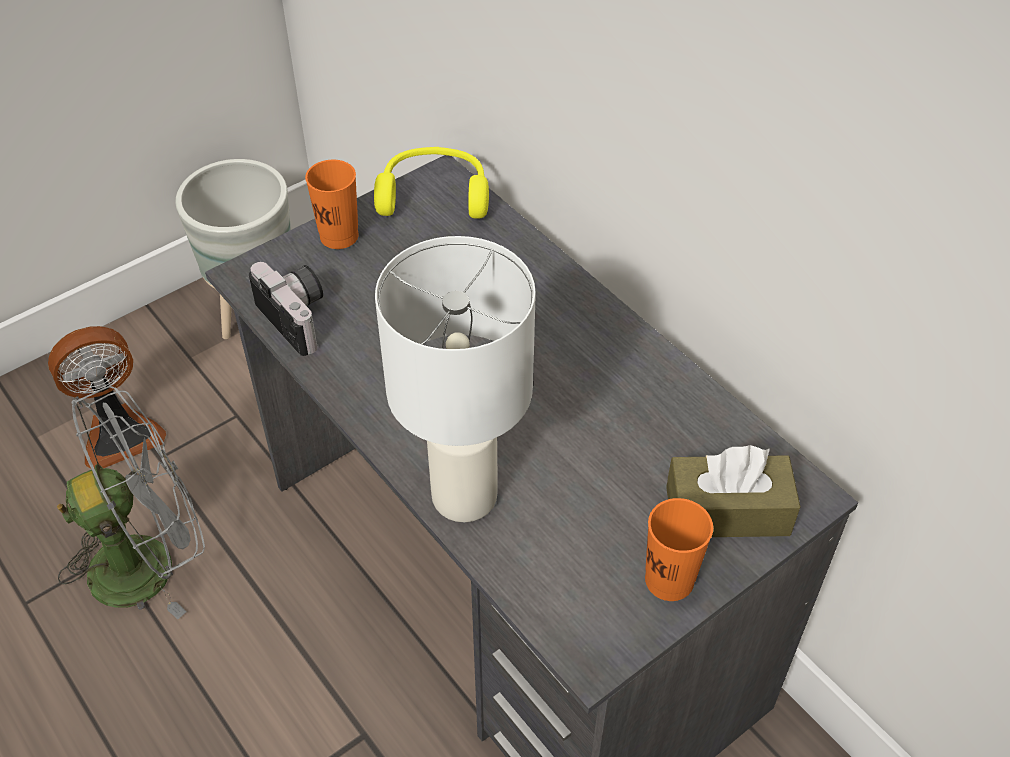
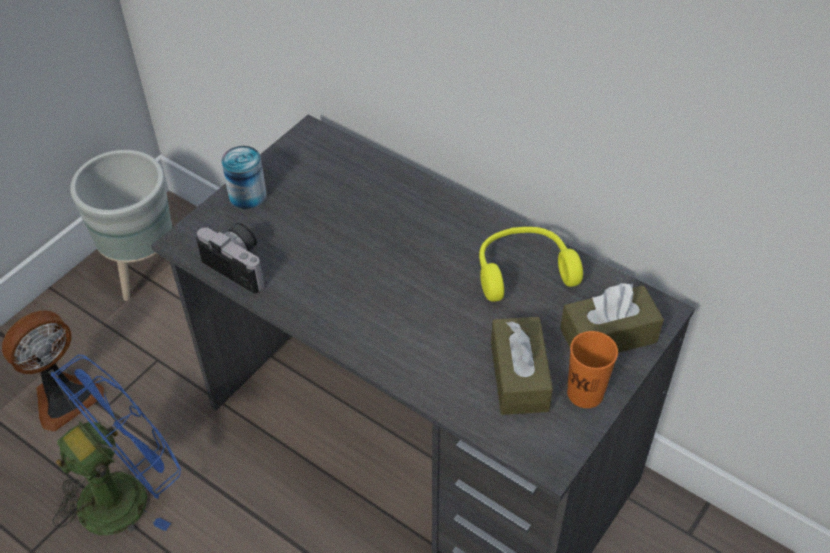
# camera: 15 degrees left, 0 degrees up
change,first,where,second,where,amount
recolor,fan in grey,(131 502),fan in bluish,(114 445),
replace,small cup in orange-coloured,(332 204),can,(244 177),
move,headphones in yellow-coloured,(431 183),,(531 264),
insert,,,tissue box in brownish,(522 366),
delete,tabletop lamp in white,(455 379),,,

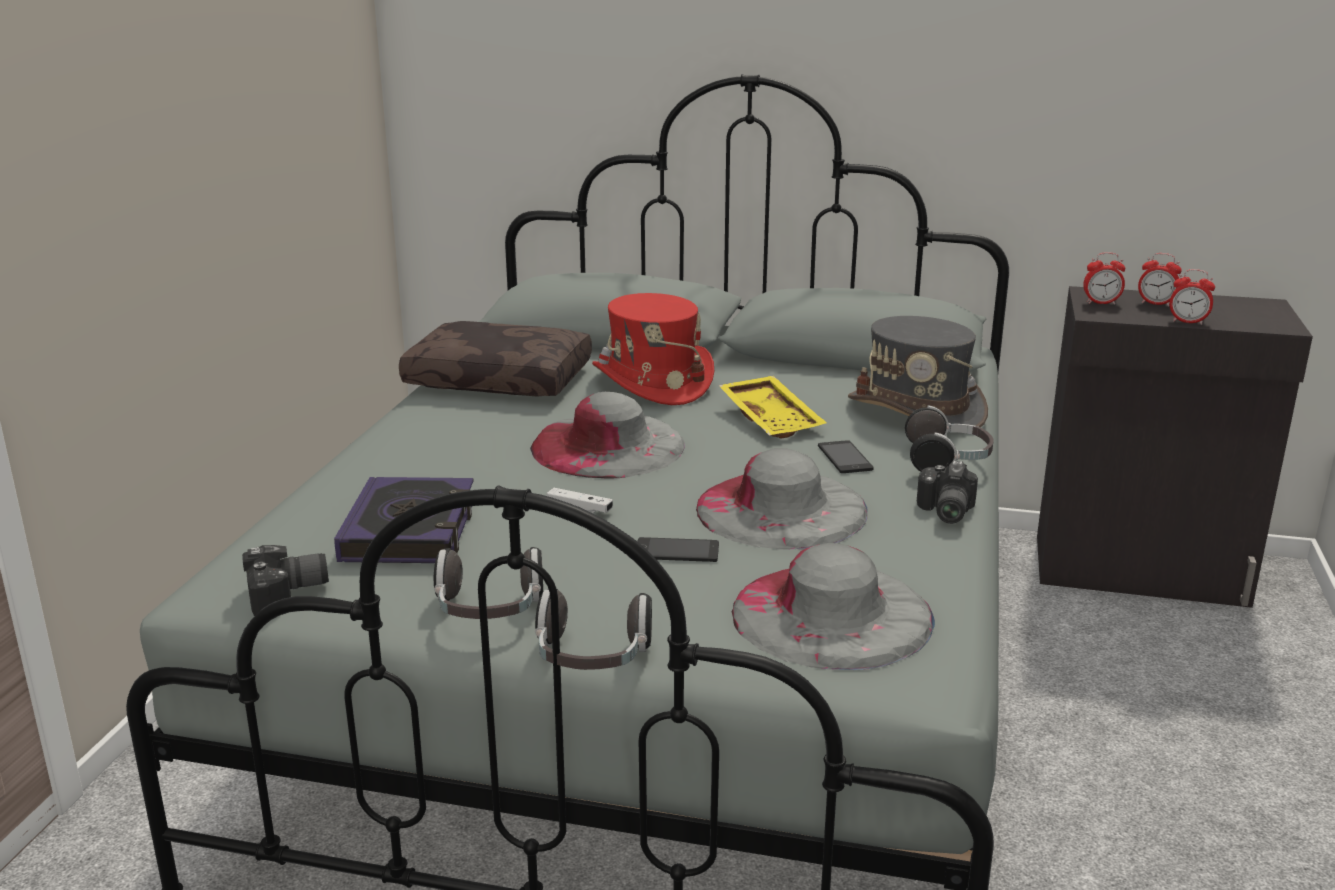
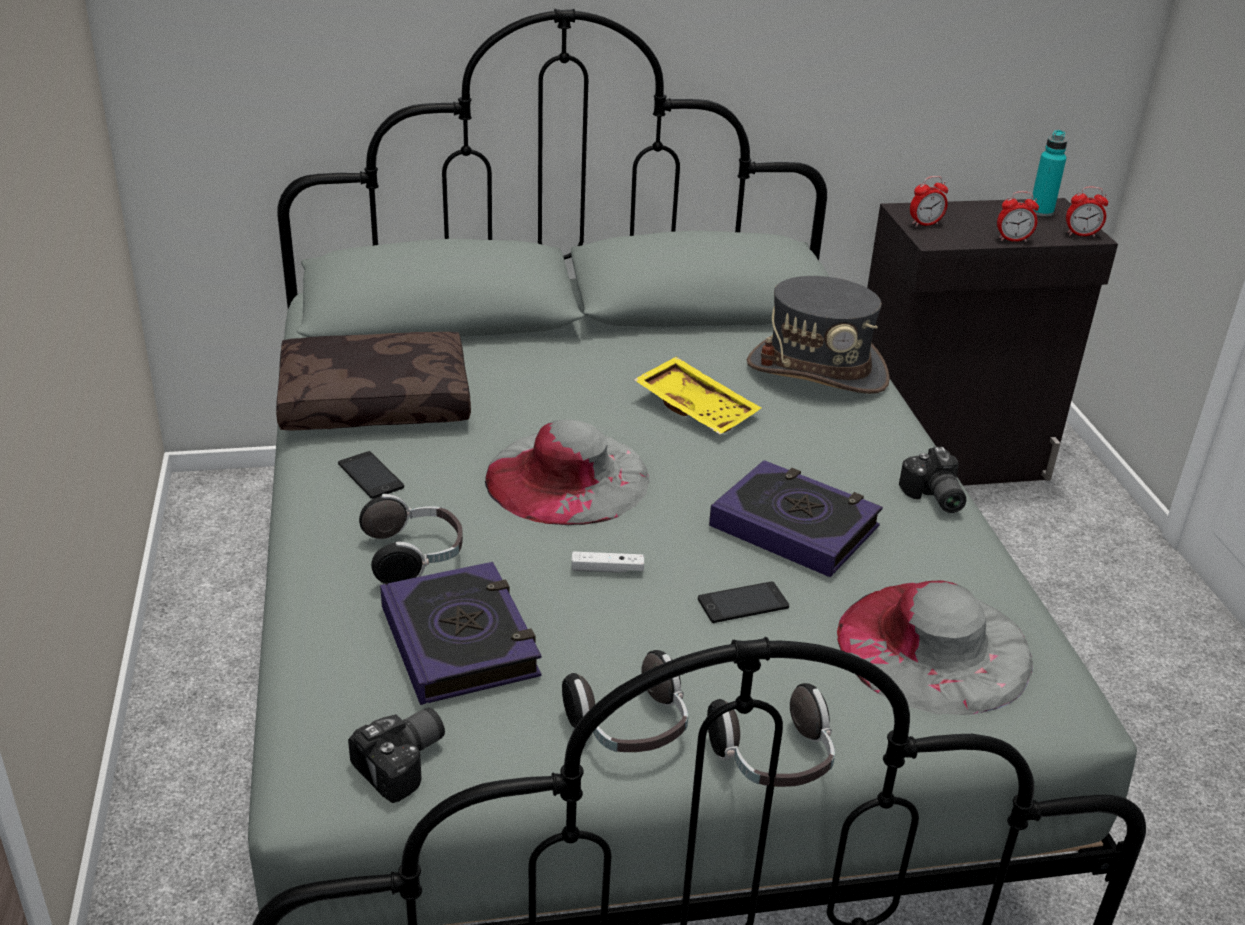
# camera: 25 degrees left, 10 degrees up
change,first,where,second,where,amount
move,telephone,(846 456),,(371 475),
move,headphones,(949 438),,(411 539),
replace,clothing hat in grey,(782 498),volume,(796 518),
insert,,,bottle in blue-green,(1049 173),
move,table clock,(1160 280),,(1087 212),
delete,clothing hat in red,(653 349),,,

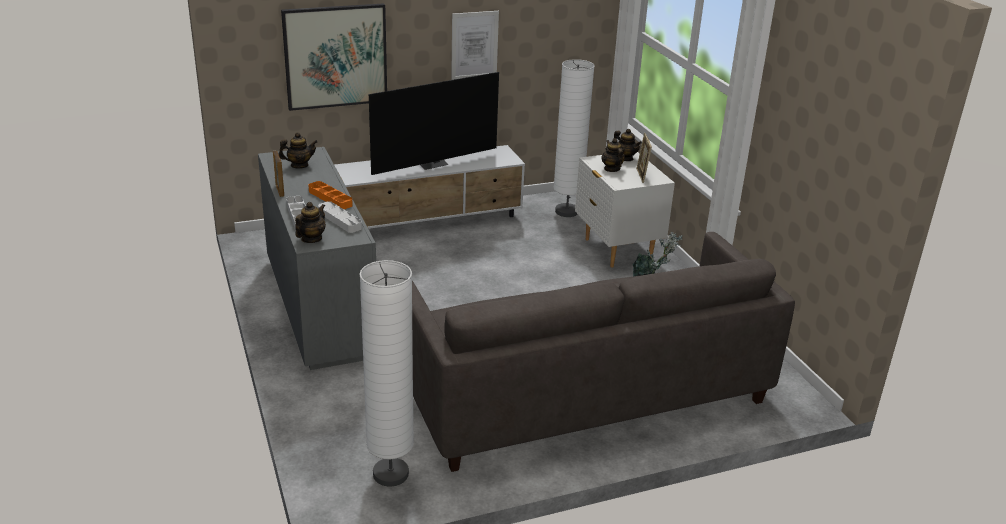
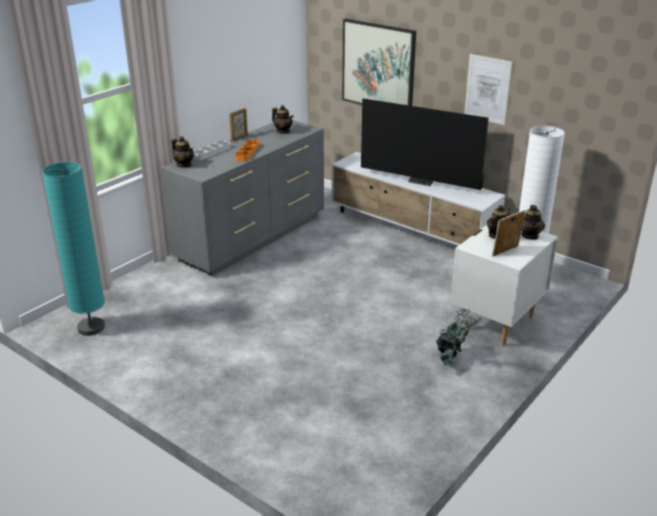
# camera: 60 degrees right, 0 degrees up
change,first,where,second,where,amount
recolor,floor lamp in white,(386 373),floor lamp in blue-green,(73 249),
rotate,pot for tea,(310 222),,(182 152),45 degrees clockwise
delete,carrying tray in grey,(340 217),,,
delete,couch in grey,(603 352),,,

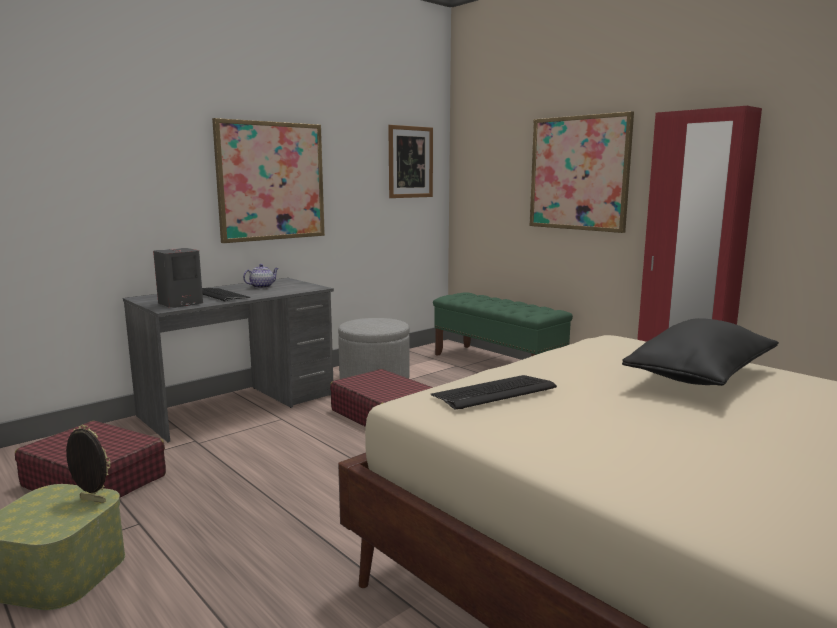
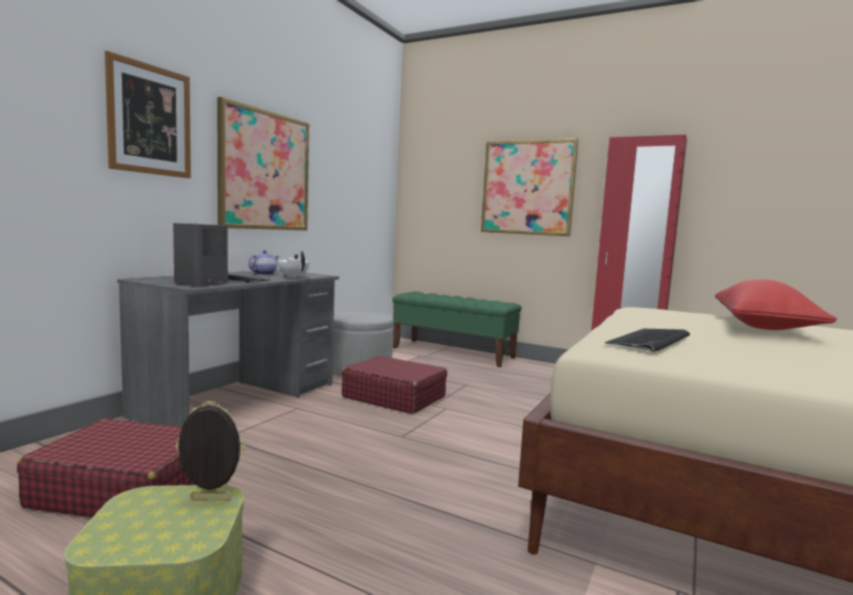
# camera: 20 degrees left, 5 degrees down
change,first,where,second,where,amount
move,picture,(410 161),,(148 114),
insert,,,pot for tea in white,(293 265),
recolor,cushion in blackish,(700 352),cushion in red,(776 305),

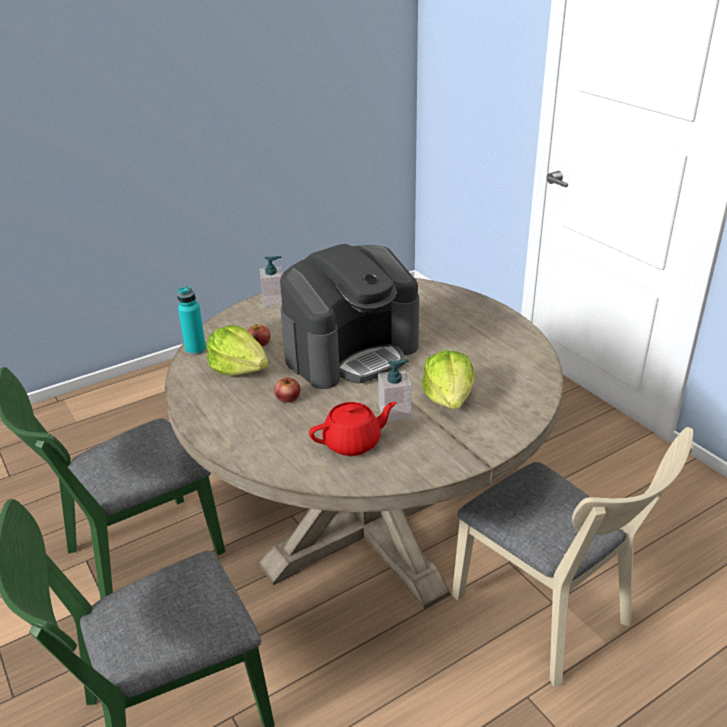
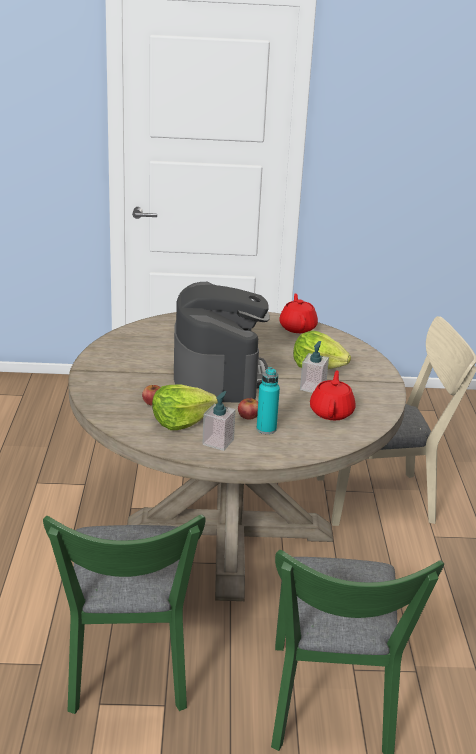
# camera: 60 degrees left, 5 degrees down
change,first,where,second,where,amount
move,liquid soap bottle,(271 281),,(219 421),
move,bottle in blue-green,(191 320),,(268 400),
insert,,,pot for tea in red,(299 313),

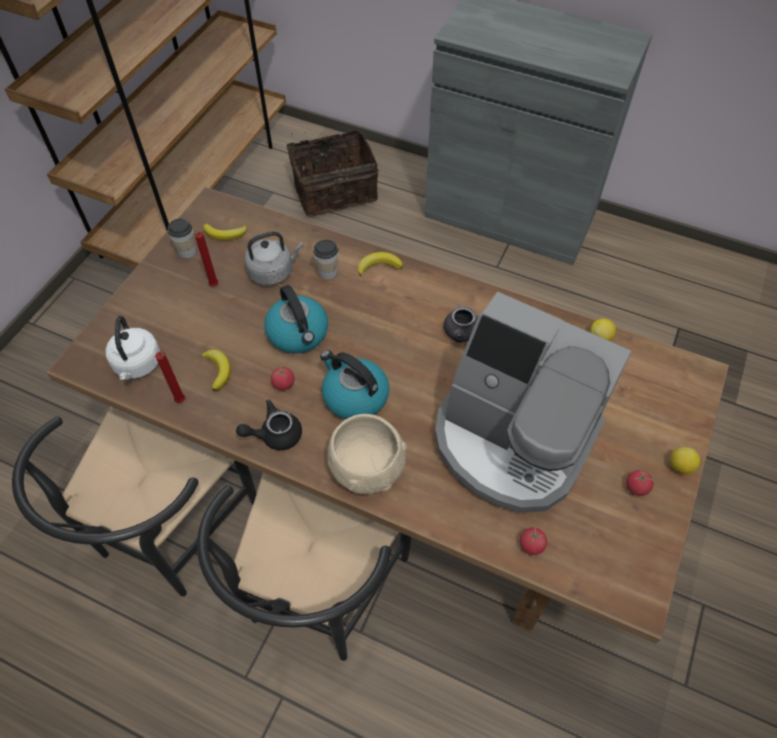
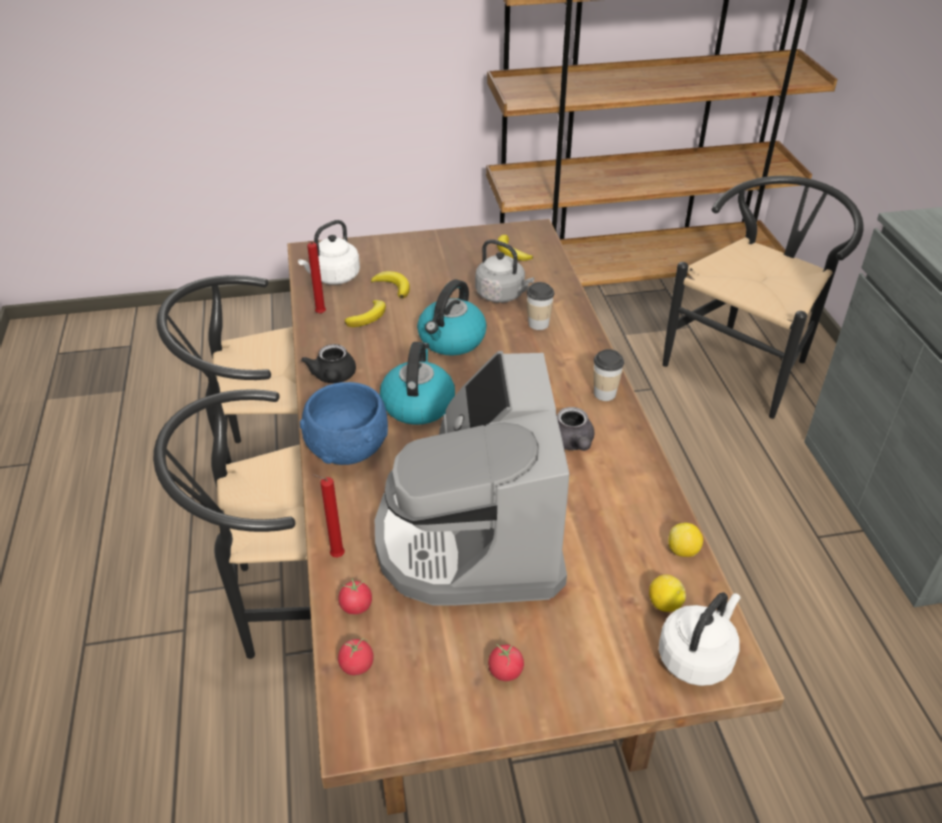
# camera: 55 degrees right, 15 degrees down
change,first,where,second,where,amount
recolor,serving bowl in beige,(367 454),serving bowl in bluish,(344 423),
rotate,pot for tea in blackish,(269 425),,(328 363),135 degrees counterclockwise
move,wax light in red,(205 259),,(328 515),
move,whole tomato,(283 377),,(356 656),
move,banana fruit,(380 264),,(390 284),
move,small cup,(182 238),,(609 375),
move,citrus fruit,(685 460),,(667 593),
insert,,,tea kettle in white,(700 639),
replace,storage basket,(332 173),plain chair in blackish,(763 297),

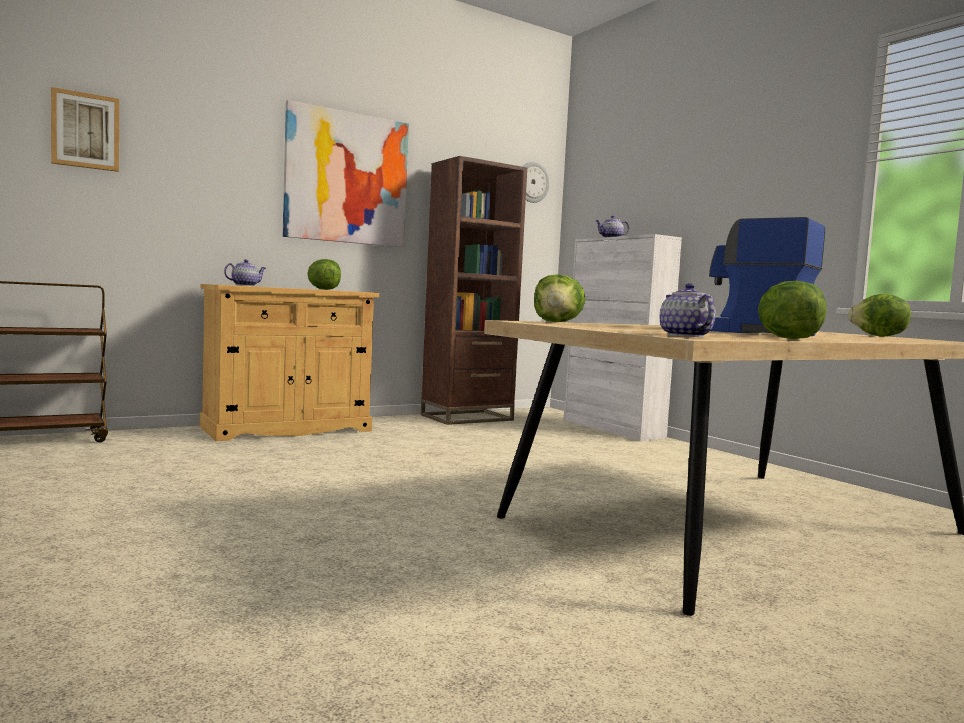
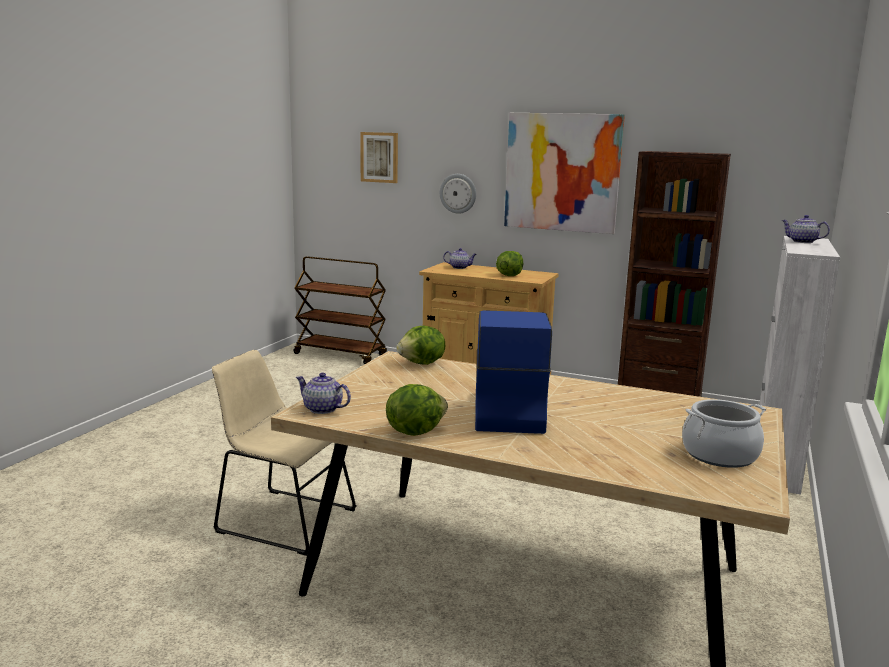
# camera: 55 degrees right, 10 degrees up
change,first,where,second,where,amount
insert,,,plain chair in beige,(284 453),
rotate,pot for tea,(687 310),,(323 393),105 degrees counterclockwise
move,hanging clock,(536 182),,(458 194),
replace,head of lettuce,(879 315),stockpot,(724 433),

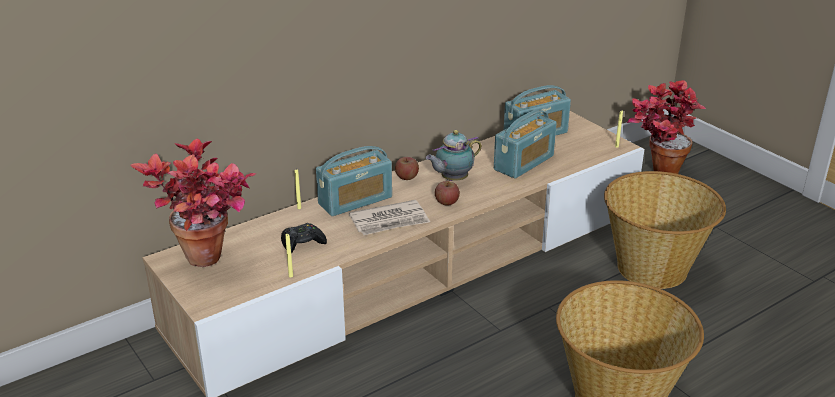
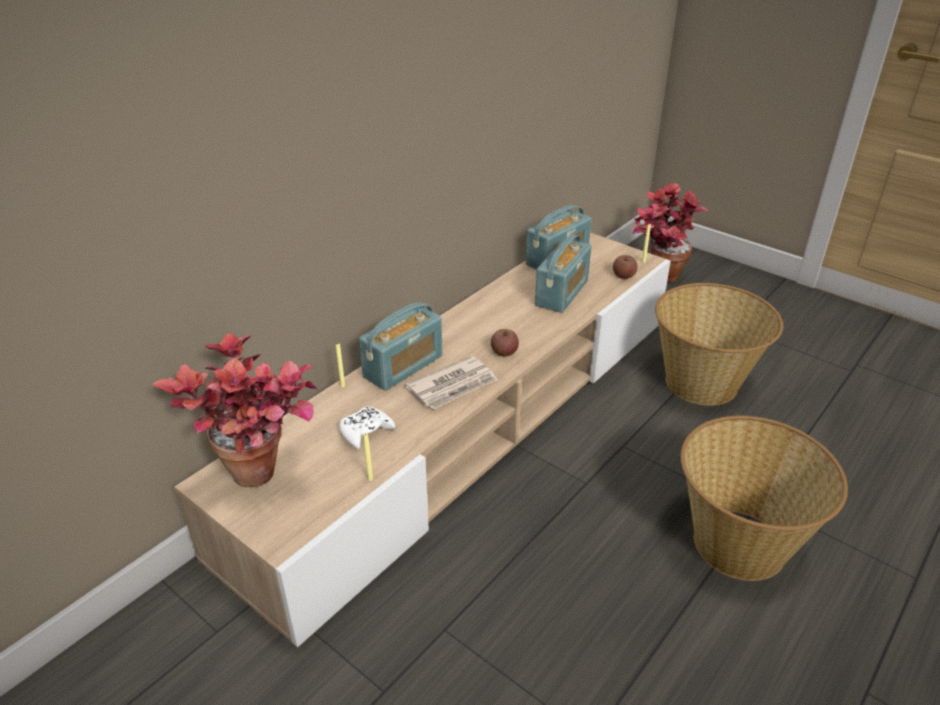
# camera: 15 degrees left, 5 degrees up
change,first,where,second,where,amount
recolor,gamepad in blackish,(304 238),gamepad in white,(367 427),
move,whole apple,(407 168),,(625 267),
delete,pot for tea,(454 155),,,

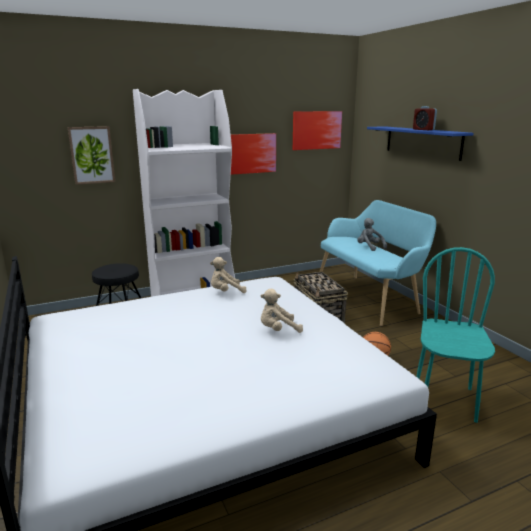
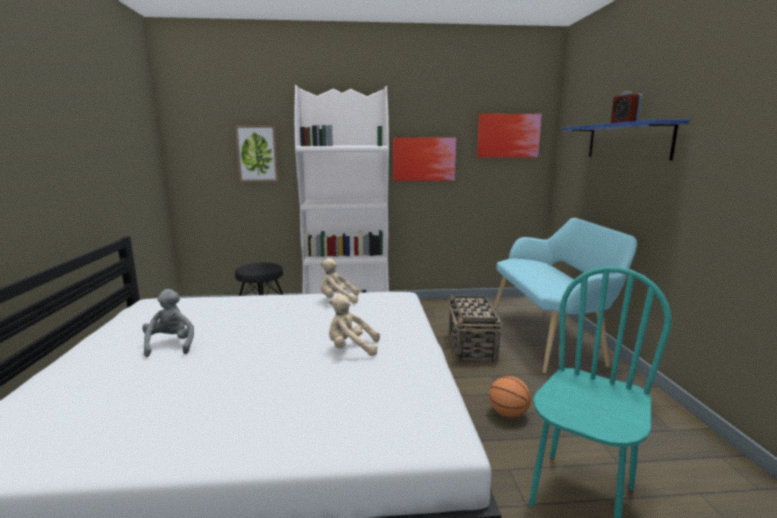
# camera: 20 degrees right, 5 degrees down
change,first,where,second,where,amount
move,cuddly toy in grey,(372 234),,(168 323),

